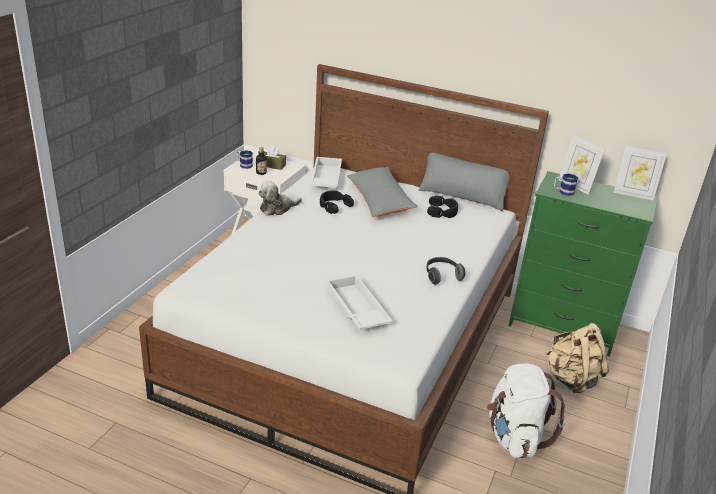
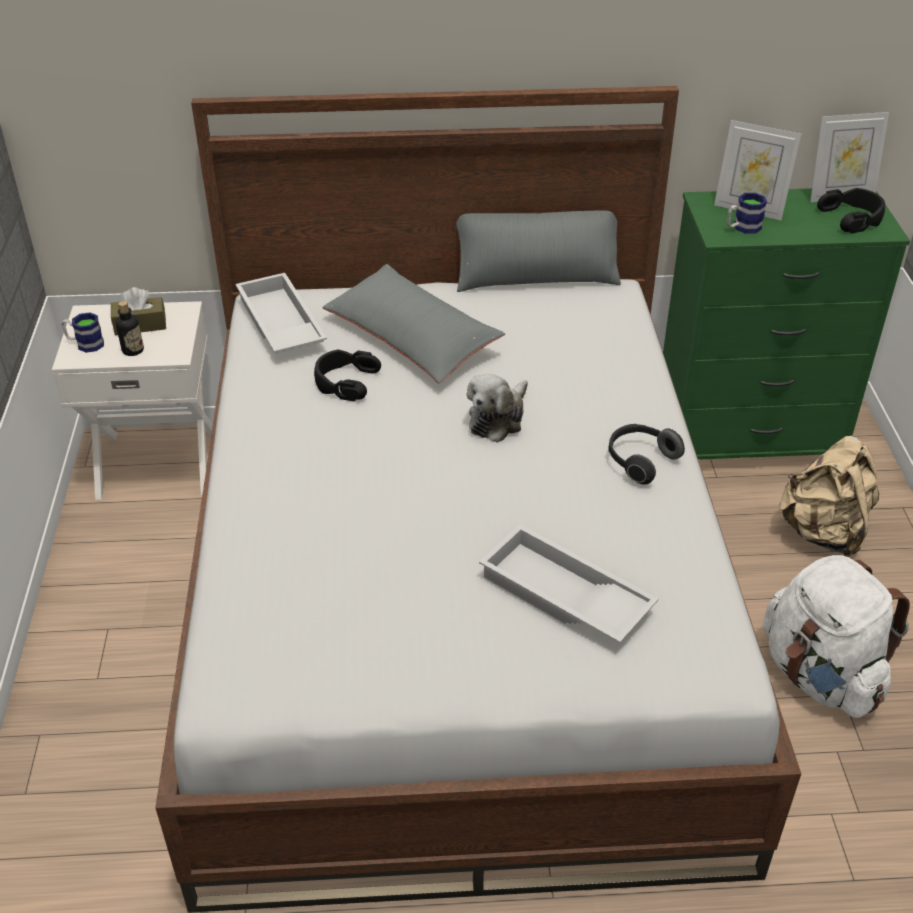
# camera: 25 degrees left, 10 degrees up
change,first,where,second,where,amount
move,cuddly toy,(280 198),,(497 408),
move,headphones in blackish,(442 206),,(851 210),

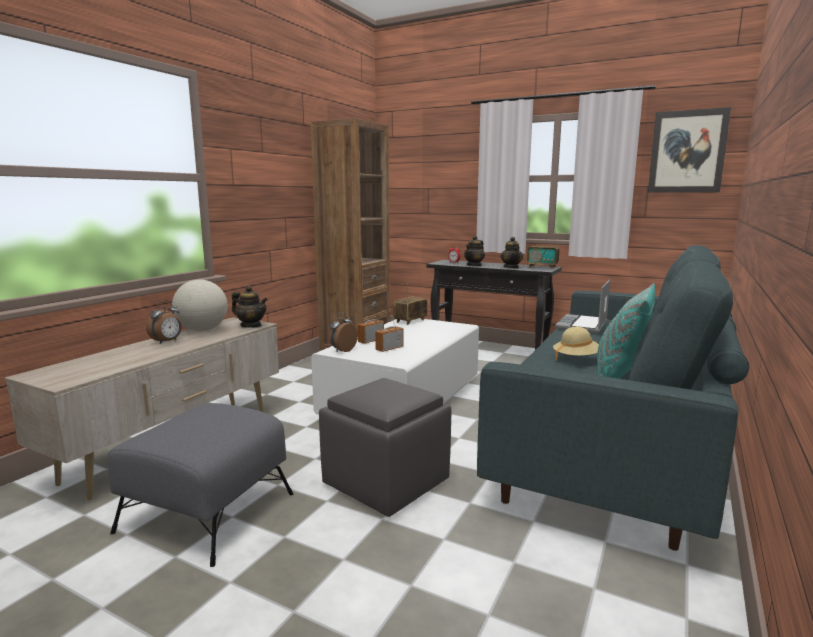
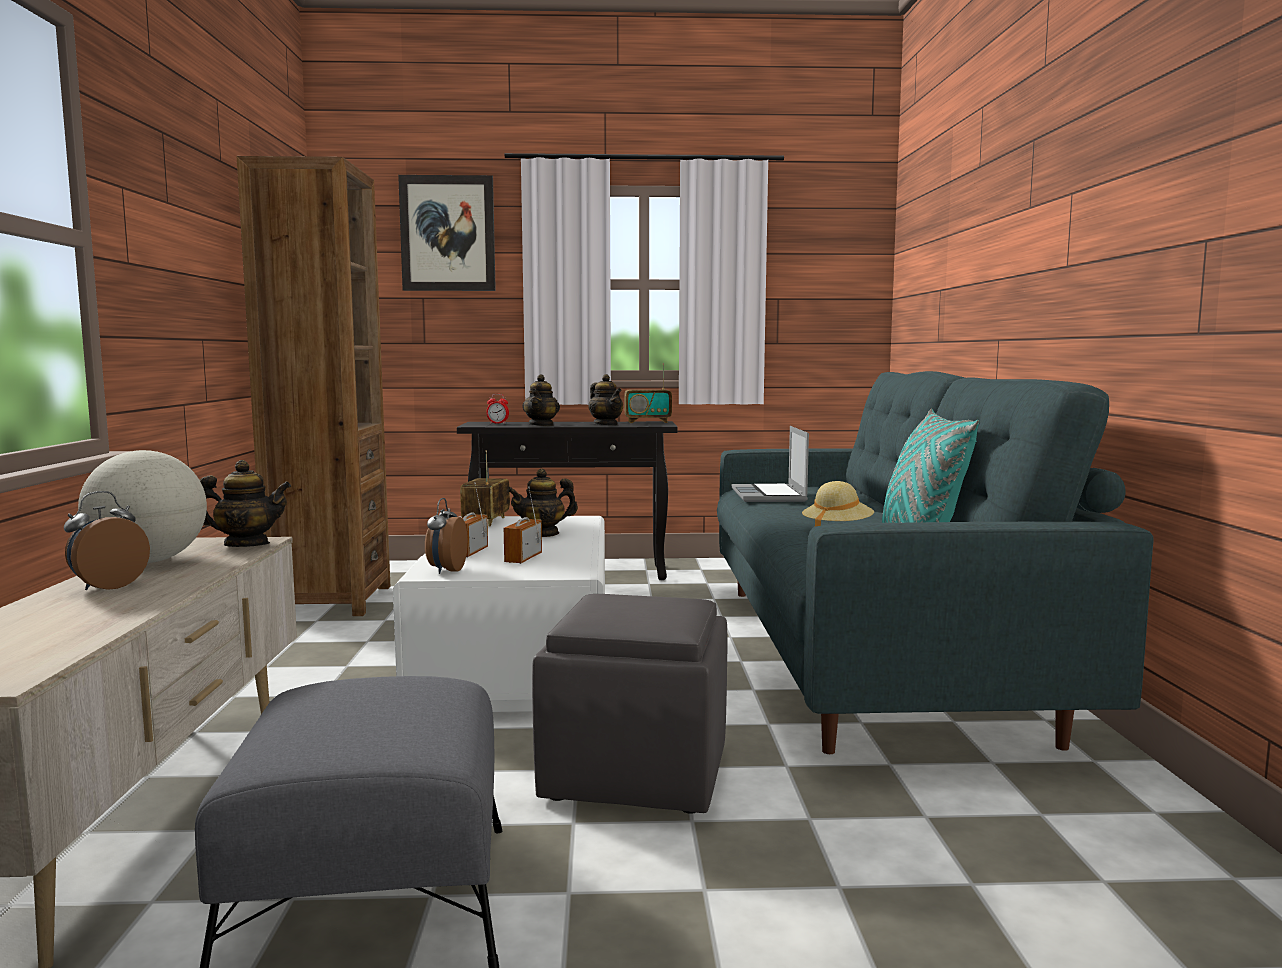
# camera: 30 degrees left, 5 degrees down
change,first,where,second,where,amount
rotate,table clock,(164 322),,(107 540),150 degrees counterclockwise
move,picture,(689 150),,(447 233),
insert,,,pot for tea,(542 502),

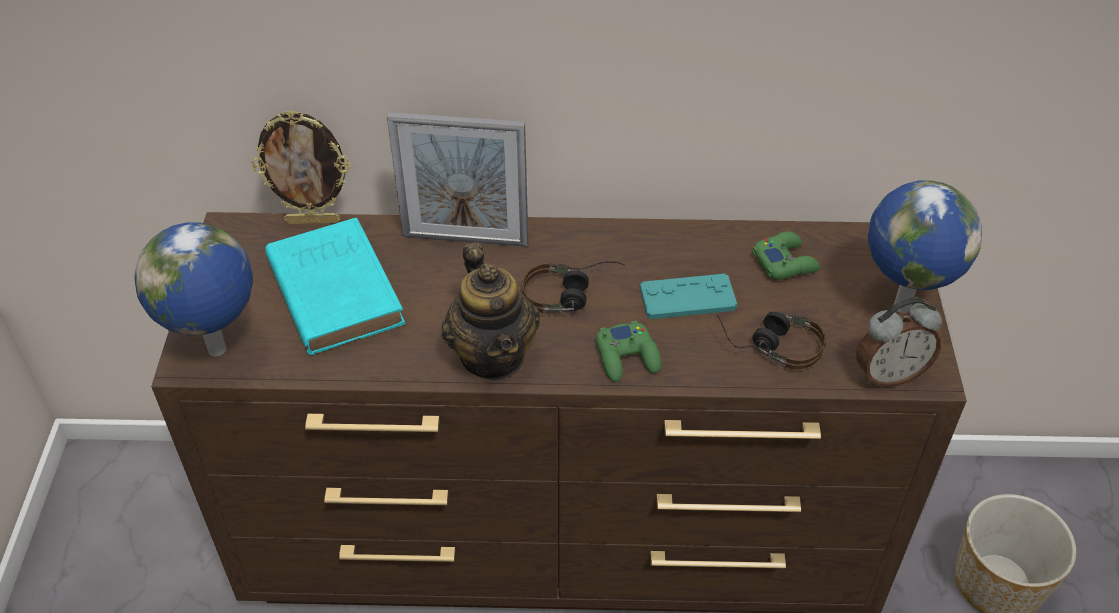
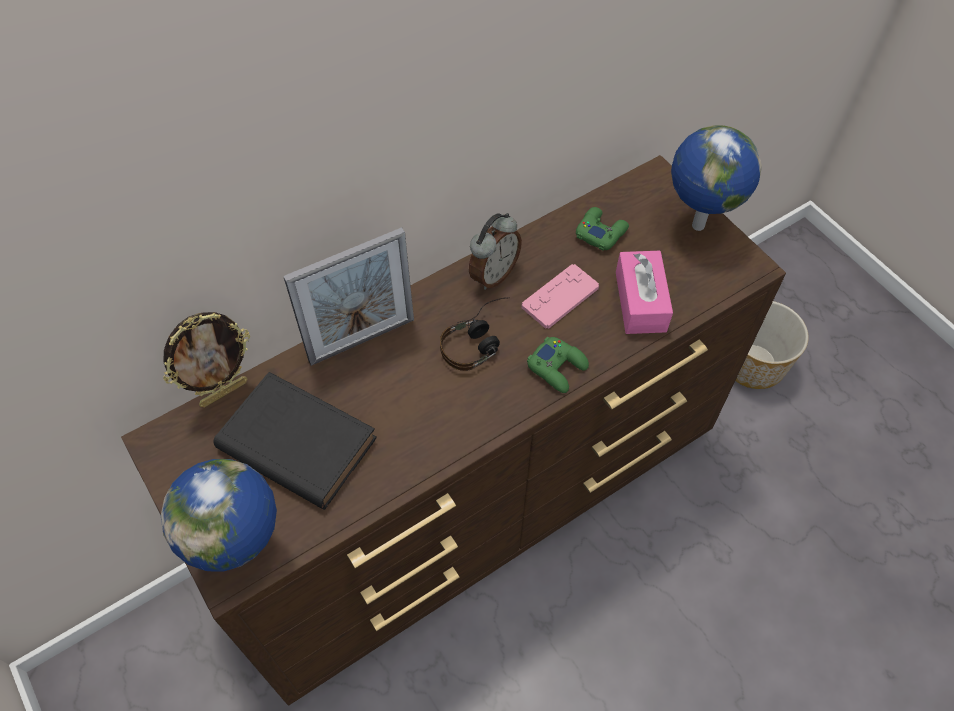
# camera: 35 degrees left, 10 degrees up
change,first,where,second,where,amount
recolor,volume in blue-green,(335 286),volume in blackish,(295 441),
move,table clock,(899 342),,(495 251),
recolor,gamepad in blue-green,(688 296),gamepad in pink,(560 296),
replace,headphones,(771 341),tissue box in pink,(644 292),
delete,pot for tea,(491 311),,,

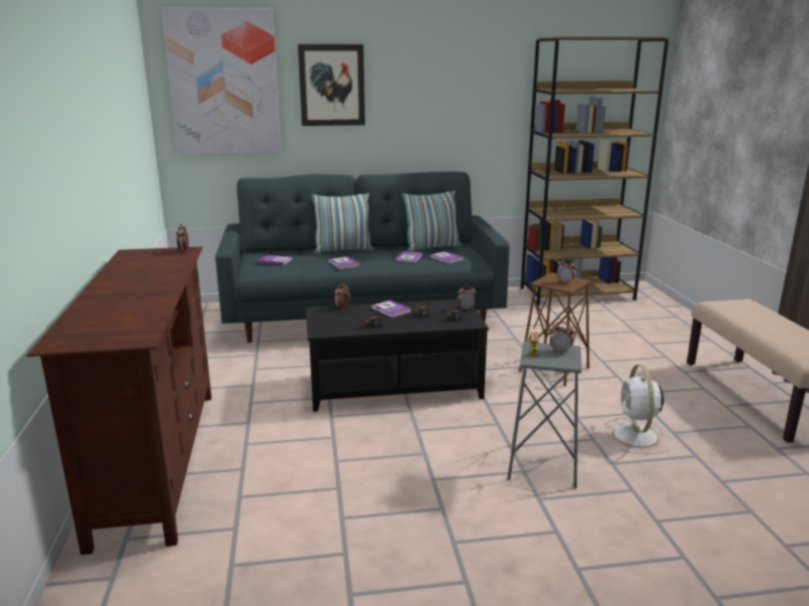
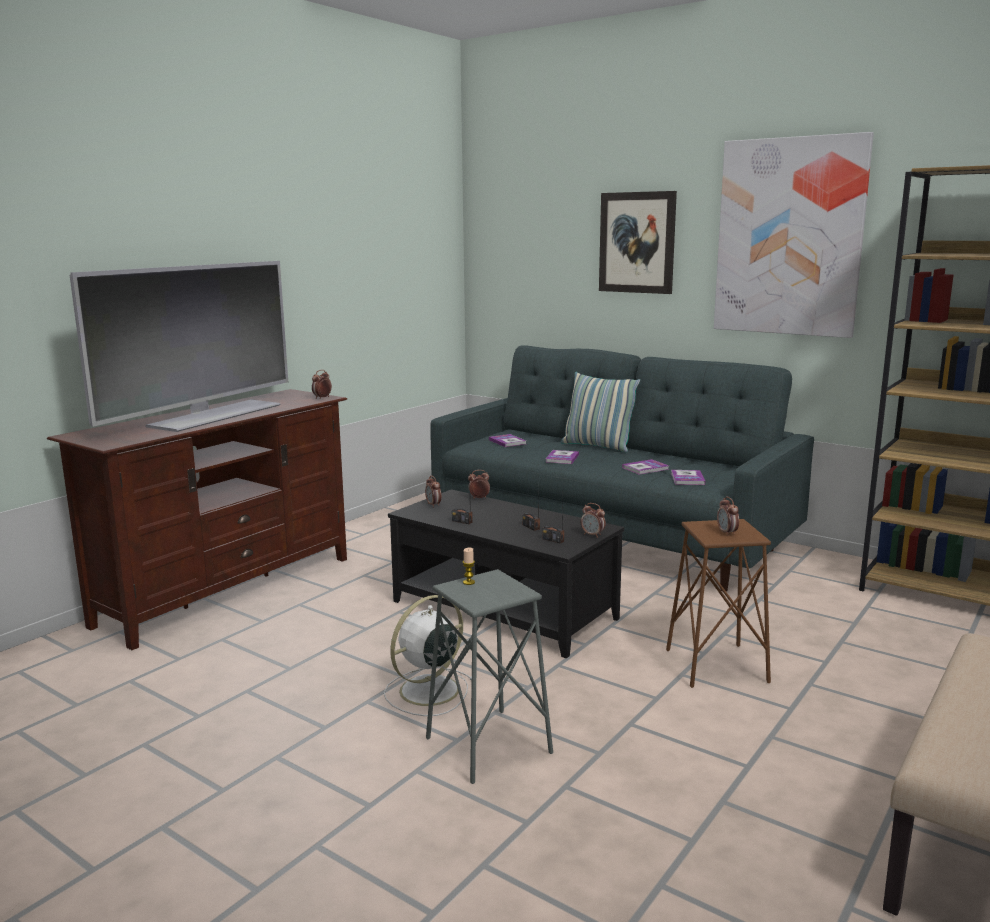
# camera: 45 degrees right, 5 degrees down
change,first,where,second,where,amount
insert,,,TV,(179 346),
move,fan in white,(637 409),,(428 655),
move,table clock,(562 337),,(433 492),
move,picture,(221 81),,(794 235),
delete,volume,(391 309),,,
delete,cushion,(431 221),,,

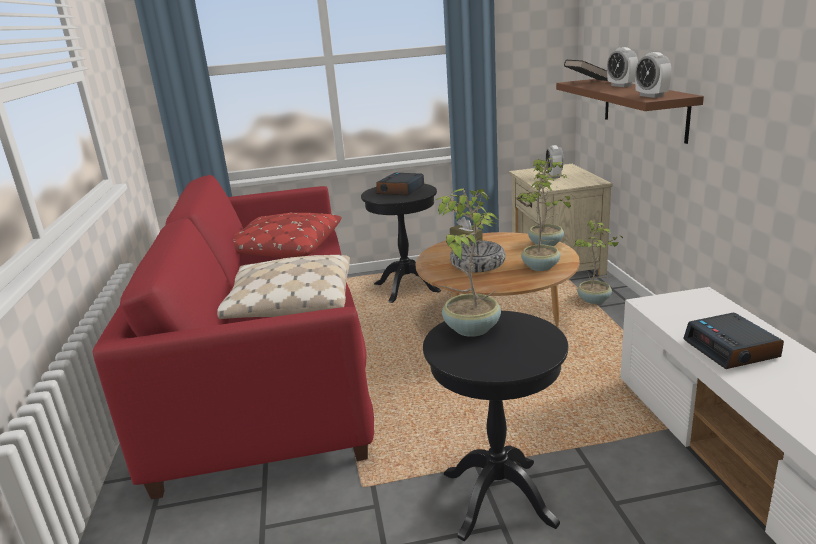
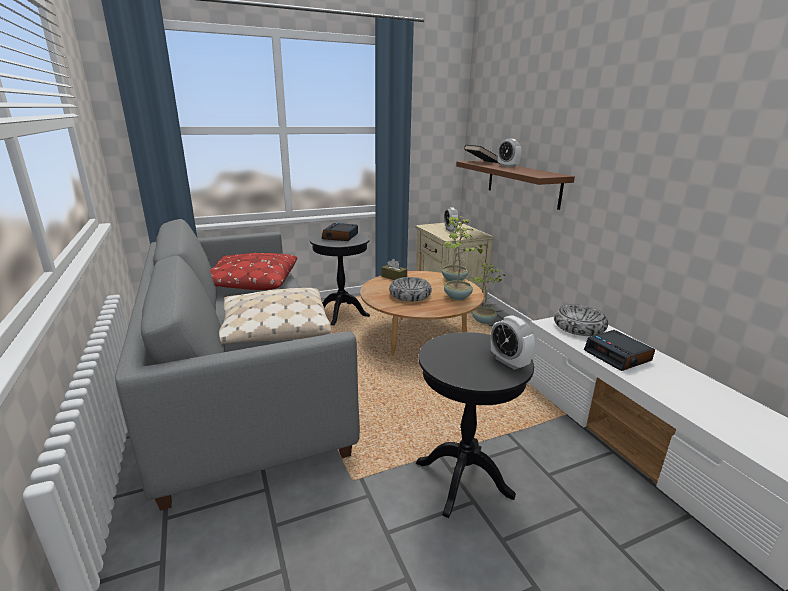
# camera: 15 degrees left, 0 degrees up
change,first,where,second,where,amount
recolor,couch in red,(233 337),couch in grey,(237 365),
move,table clock,(653 75),,(512 343),
insert,,,serving bowl,(581 320),
delete,houseplant,(468 263),,,

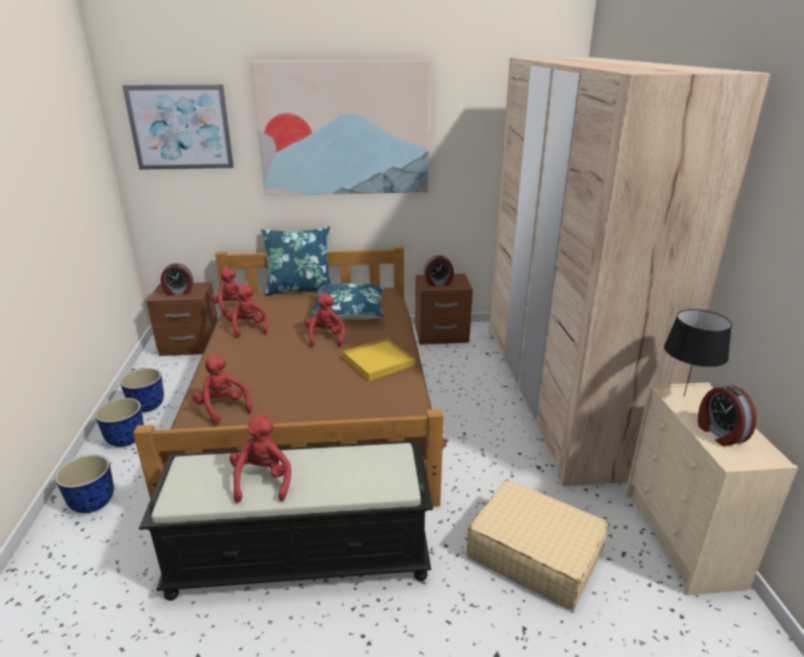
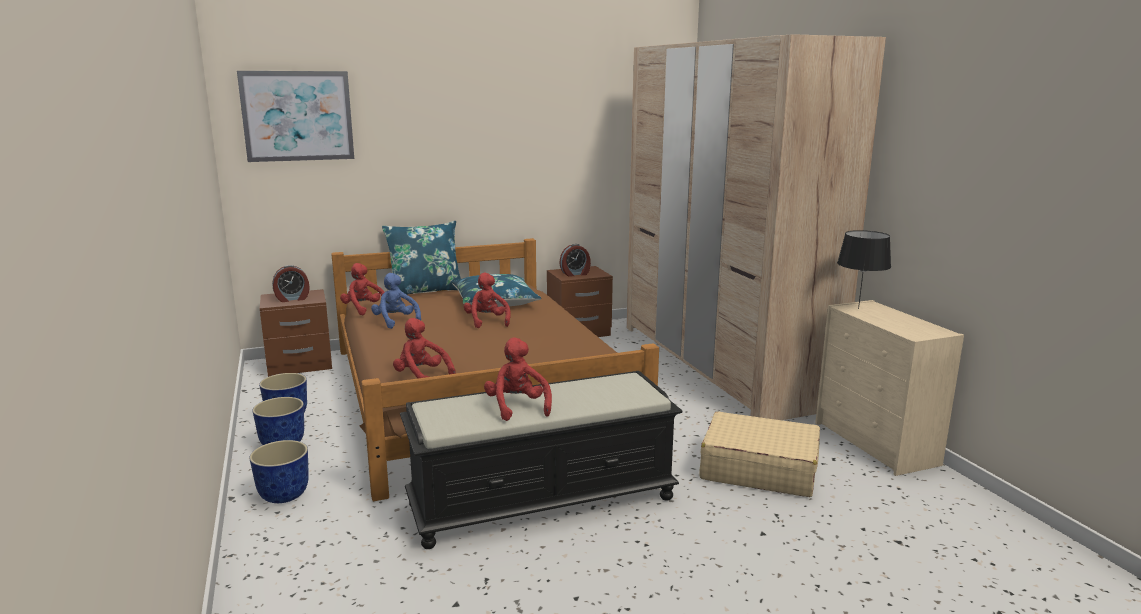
# camera: 15 degrees left, 10 degrees down
change,first,where,second,where,amount
recolor,cuddly toy in red,(247 311),cuddly toy in bluish,(396 301),
delete,picture,(340 128),,,
delete,carrying tray in yellow-coloured,(379 359),,,
delete,table clock,(727 415),,,

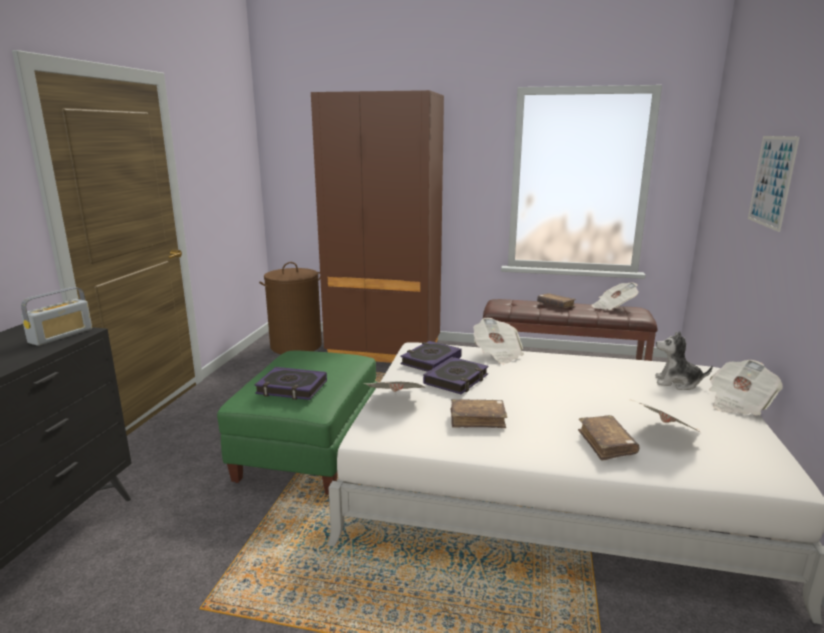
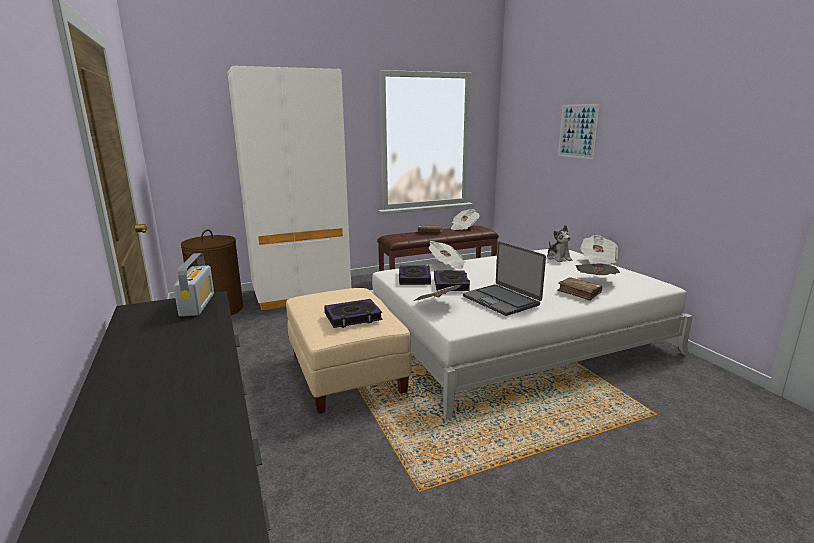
# camera: 35 degrees left, 0 degrees up
change,first,where,second,where,amount
recolor,armoire in brownish,(377 226),armoire in white,(289 188),
recolor,footrest in greenish,(297 422),footrest in beige,(349 351),
replace,volume in brownish,(479 413),laptop,(504 278),
rotate,cuddly toy,(684 360),,(559 243),90 degrees counterclockwise

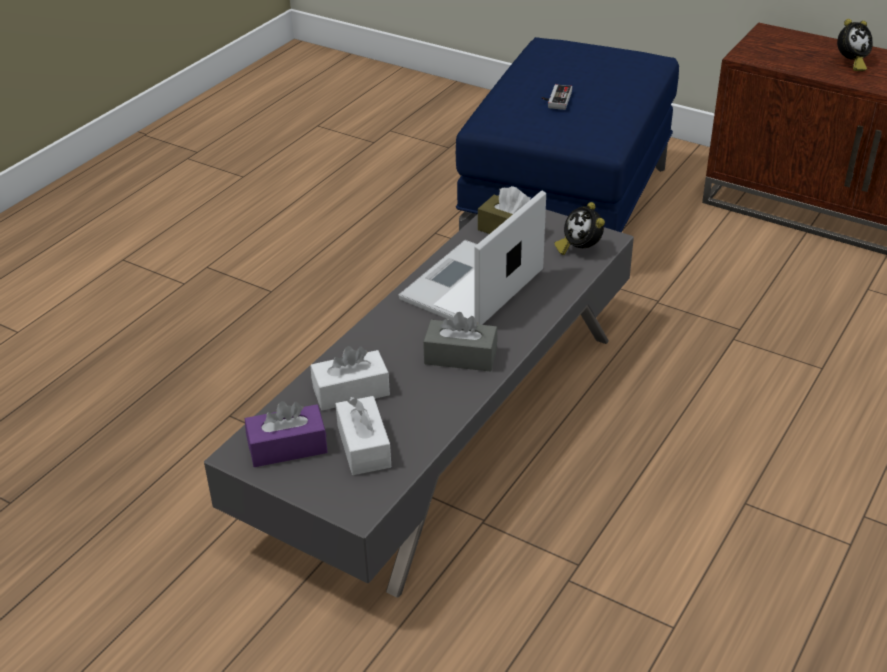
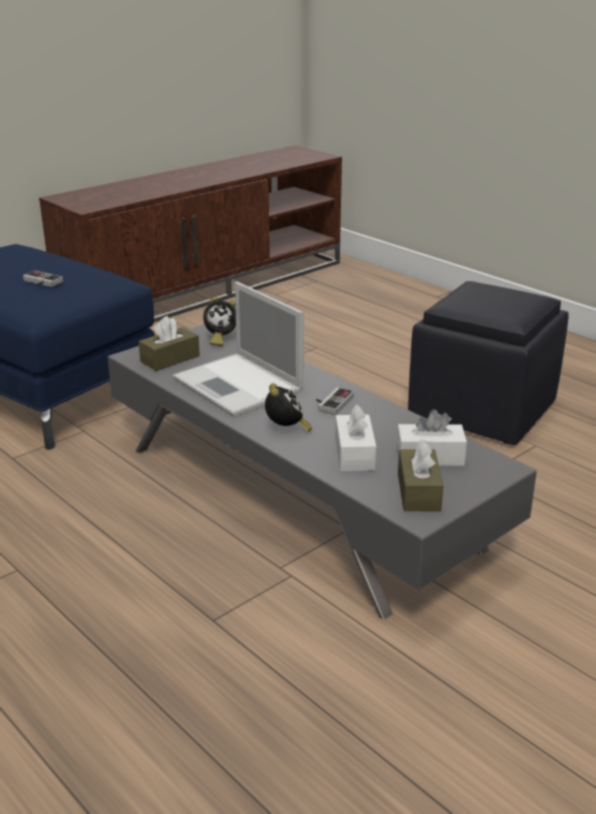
# camera: 75 degrees left, 10 degrees down
change,first,where,second,where,amount
move,table clock,(855 45),,(288 407),
replace,tissue box in grey,(460 342),gamepad,(335 401),
recolor,tissue box in purple-coloured,(286 434),tissue box in brownish,(420 475),
insert,,,footrest in blackish,(488 363),

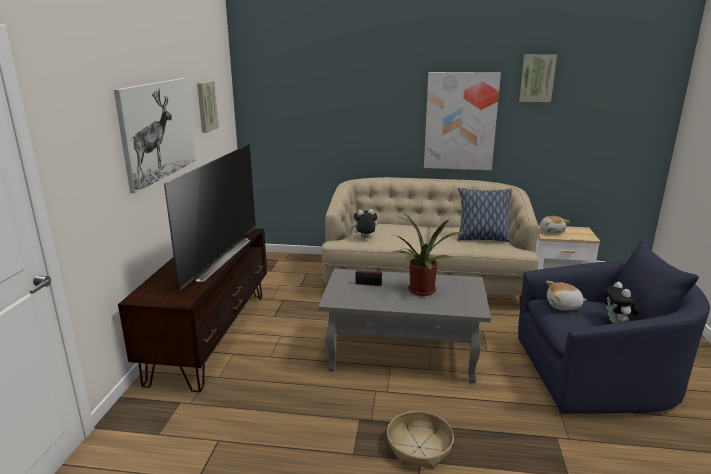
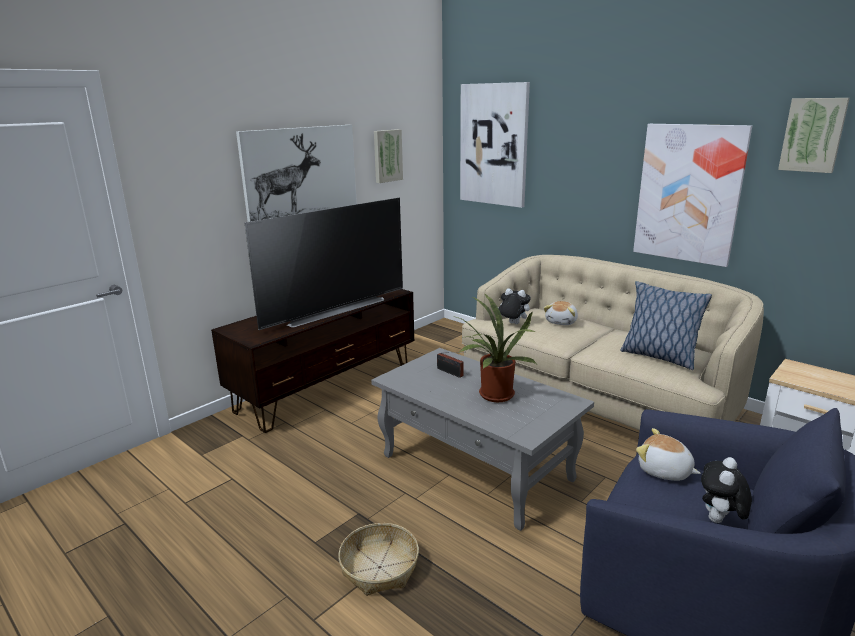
# camera: 35 degrees right, 0 degrees up
change,first,where,second,where,amount
insert,,,picture,(495 145),
move,cuddly toy,(555 225),,(561 313),

